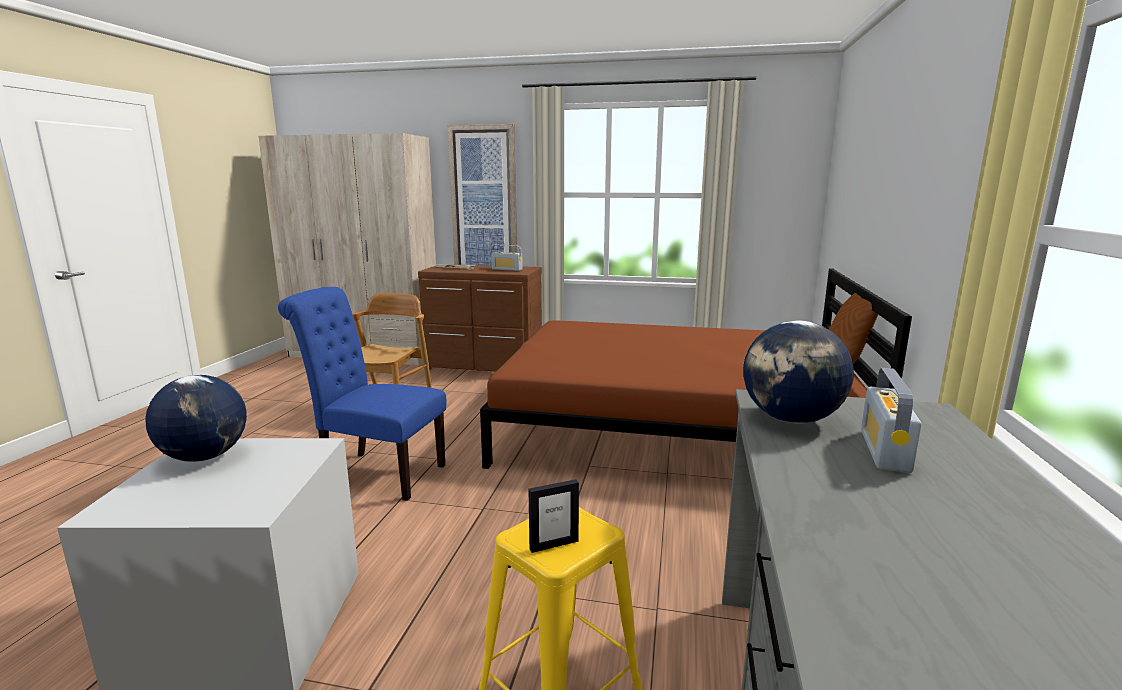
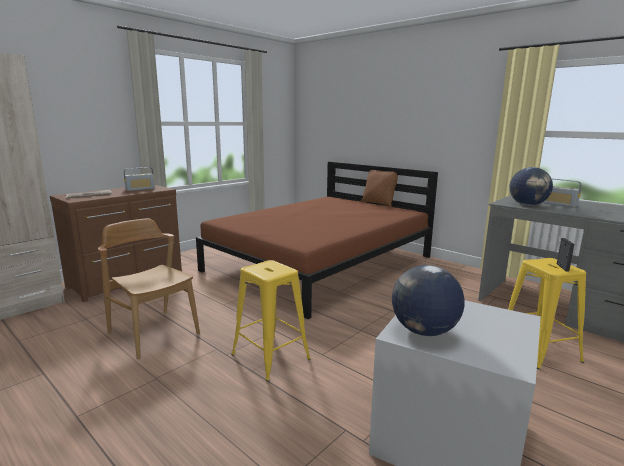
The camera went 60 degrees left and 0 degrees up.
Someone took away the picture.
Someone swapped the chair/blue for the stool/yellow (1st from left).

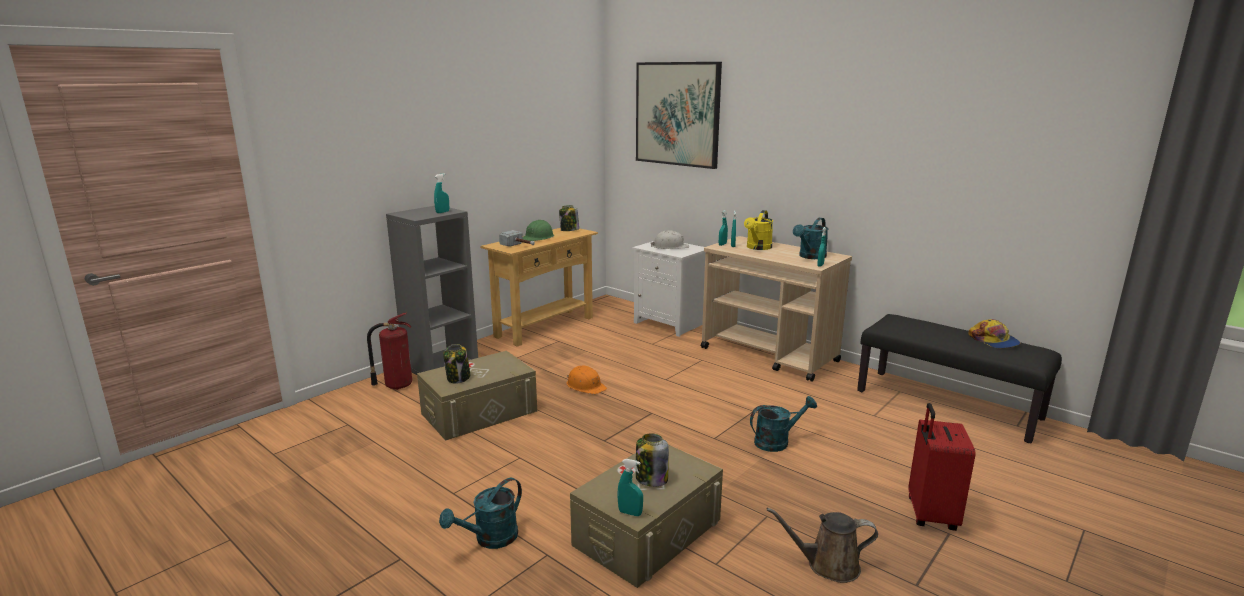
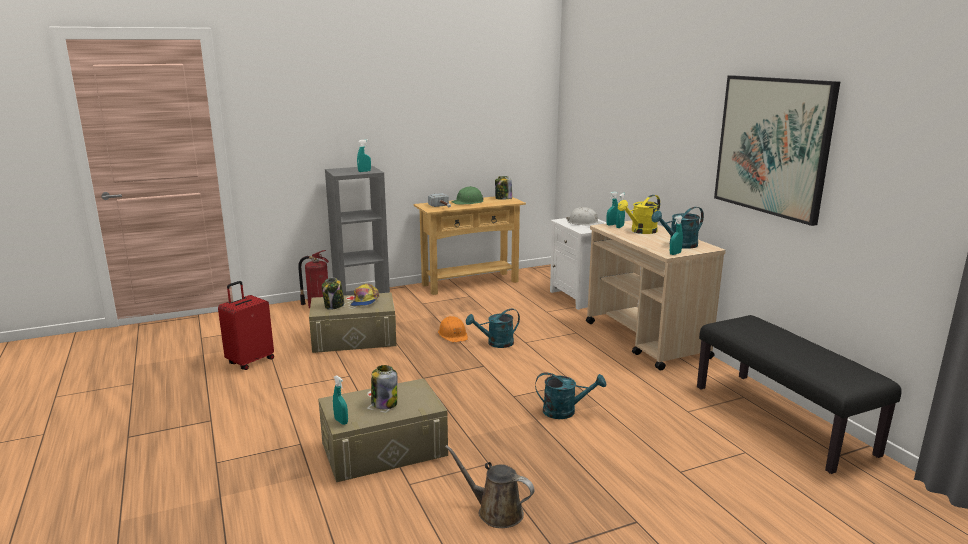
The camera went 25 degrees right and 0 degrees up.
Someone carried the picture.
Someone carried the cap.
Someone carried the suitcase/red.
Someone carried the watering can/turquoise (1st from left).

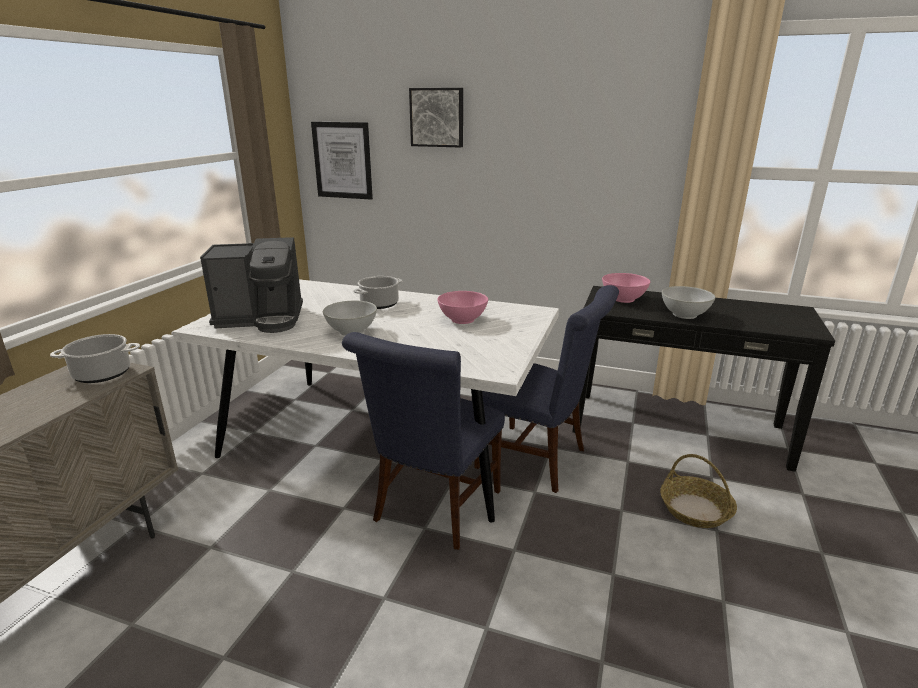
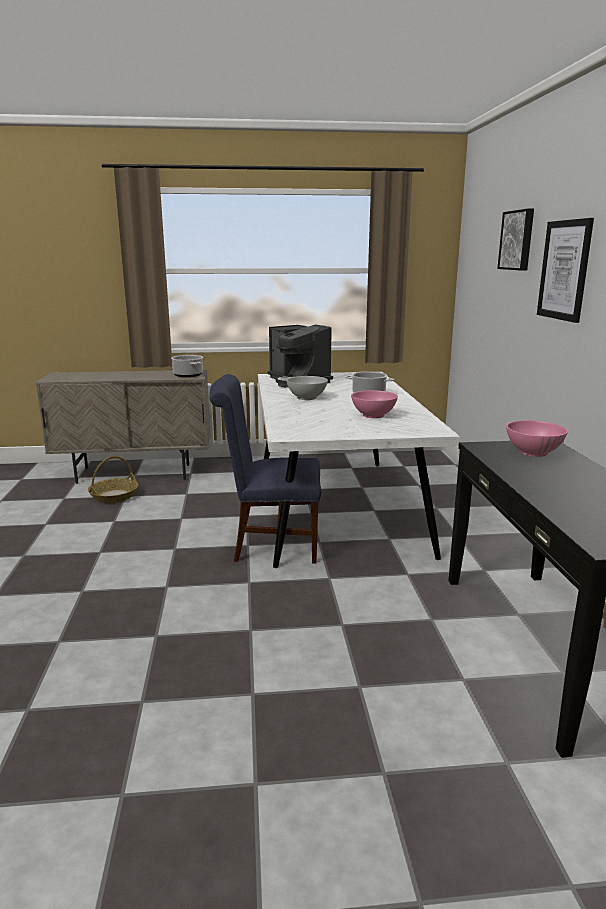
The camera went 65 degrees right and 5 degrees down.
Someone carried the picture (1st from left in the first image).
Someone took away the chair/blue (2nd from left).
Someone took away the bowl/white (2nd from left).
Someone carried the basket.

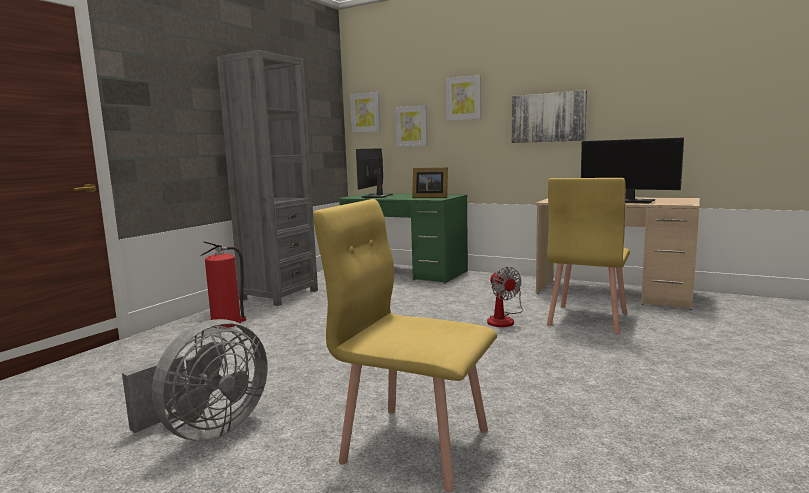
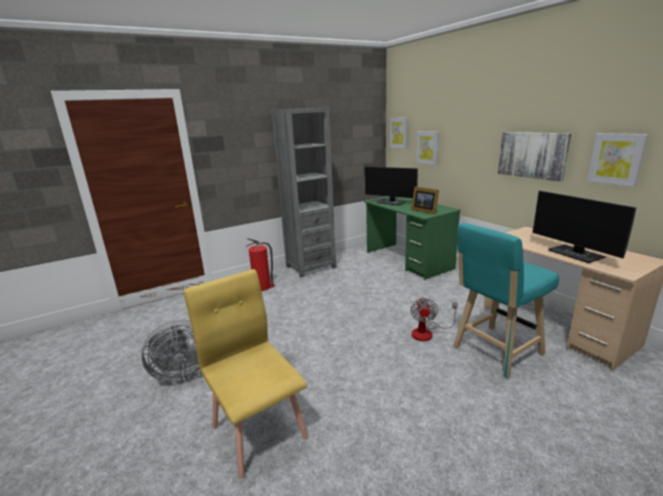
The camera went 30 degrees right and 10 degrees up.
Someone carried the picture (3rd from left in the first image).
Someone rotated the monitor (1st from left) by 105 degrees counterclockwise.
Someone swapped the chair/yellow (2nd from left) for the stool/turquoise.

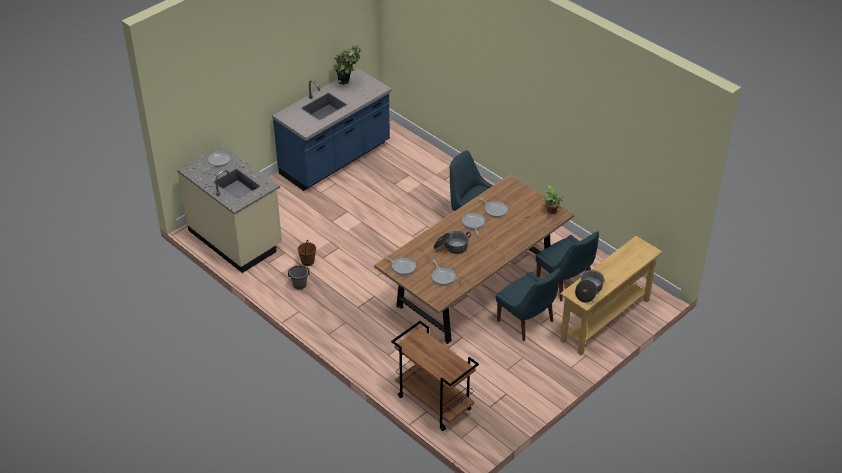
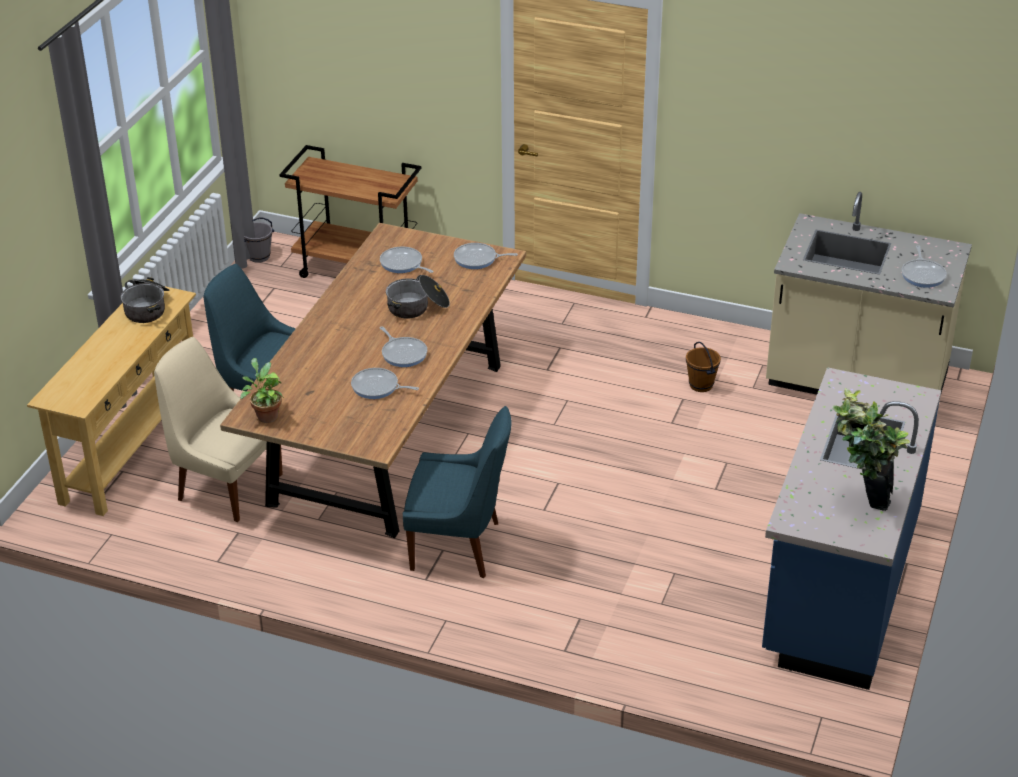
The camera went 155 degrees right and 5 degrees down.
Someone repainted the chair/blue (3rd from left), which became the chair/beige.
Someone carried the bucket/grey.

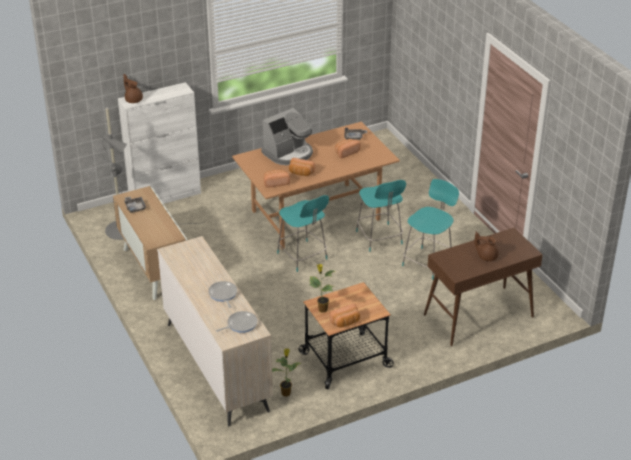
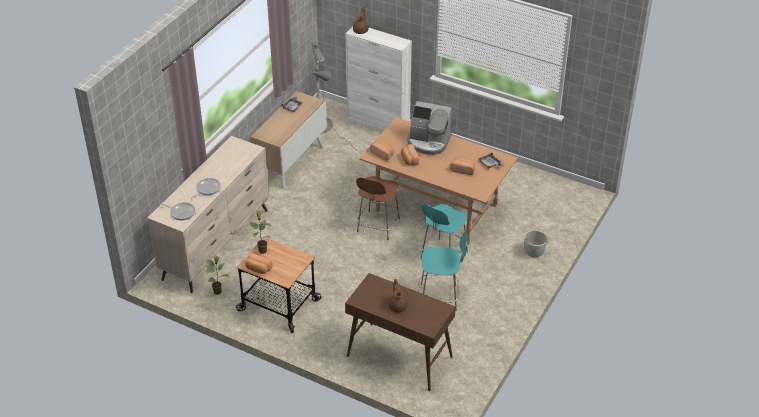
The camera went 55 degrees right and 5 degrees up.
Someone repainted the chair/turquoise (1st from left), which became the chair/brown.
Someone put down the planter/grey.

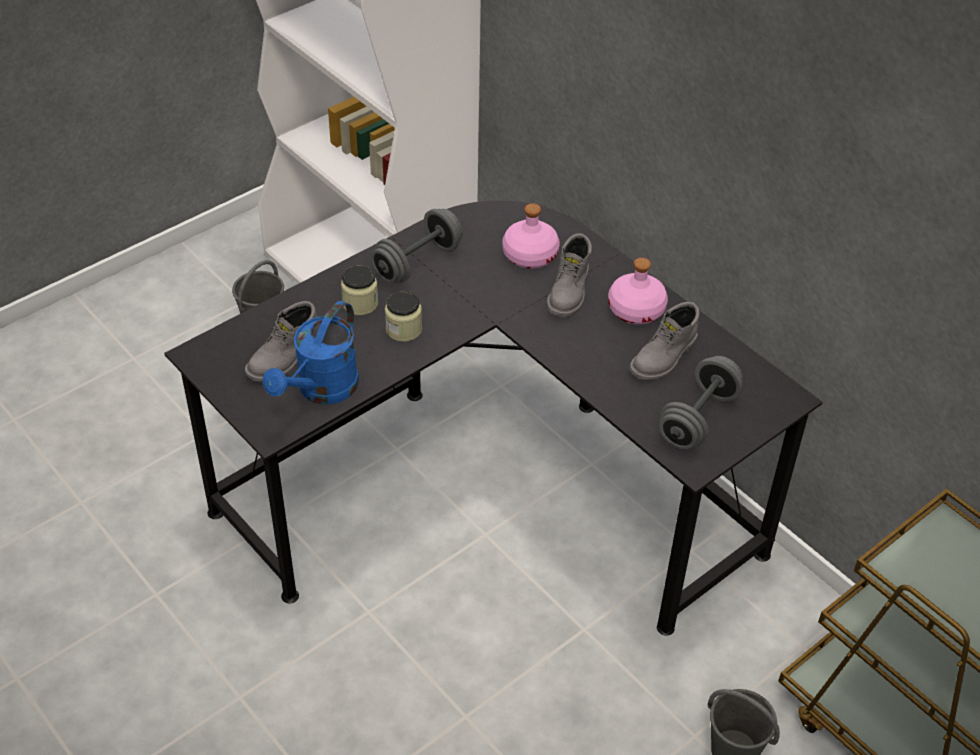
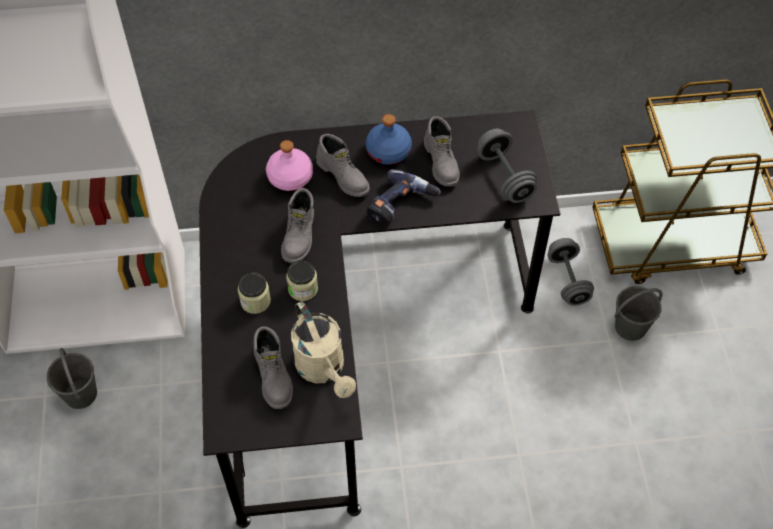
The camera went 55 degrees left and 10 degrees up.
Someone carried the dumbbell/grey (1st from left in the first image).
Someone repainted the bottle/pink (2nd from left), which became the bottle/blue.
Someone repainted the watering can/blue, which became the watering can/beige.
Someone put down the power drill.
Someone put down the boot/grey (2nd from left).

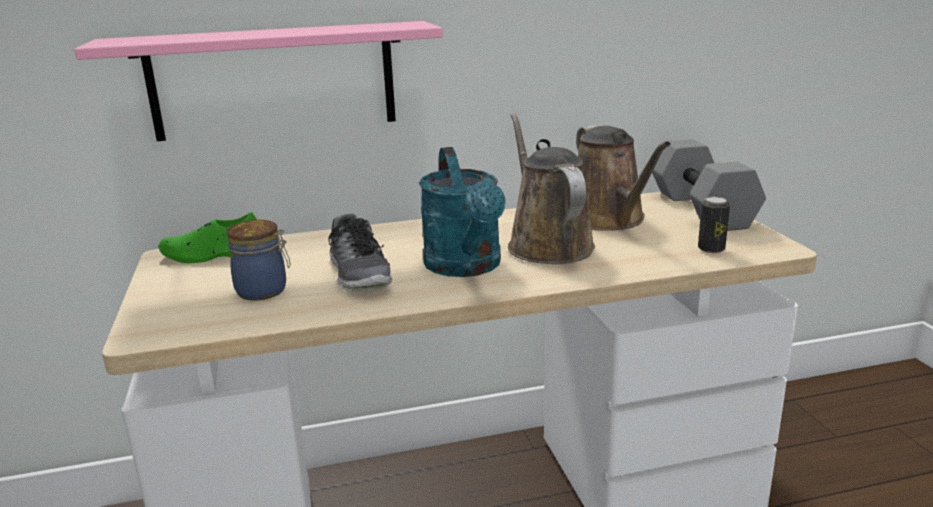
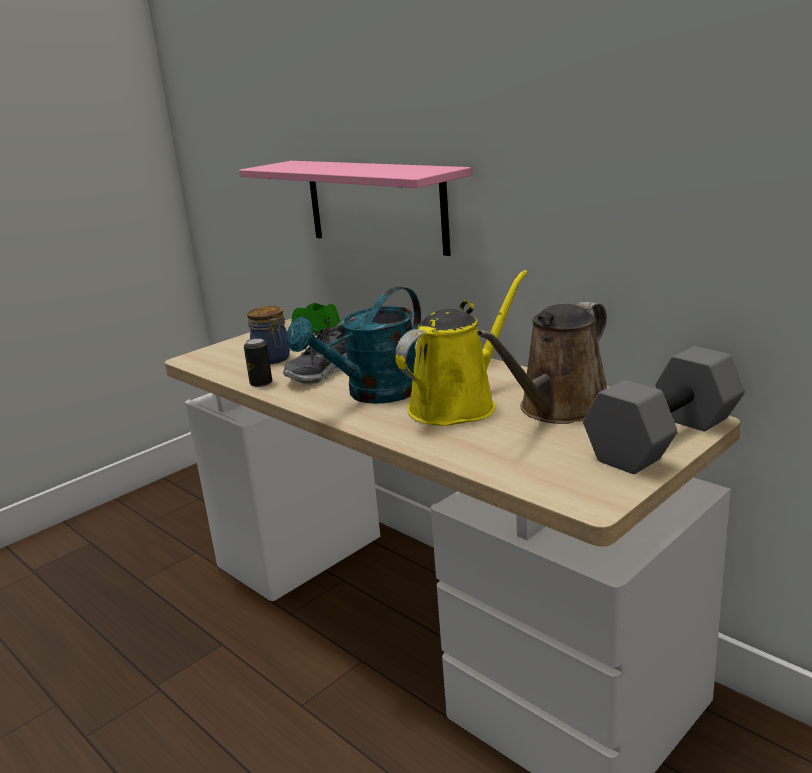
The camera went 60 degrees right and 0 degrees up.
Someone repainted the watering can/brown (1st from left), which became the watering can/yellow.
Someone carried the can.

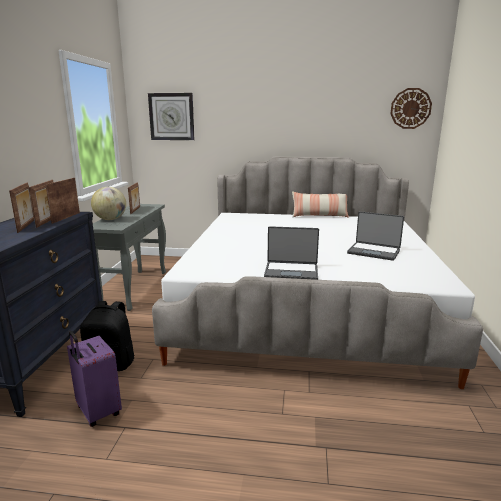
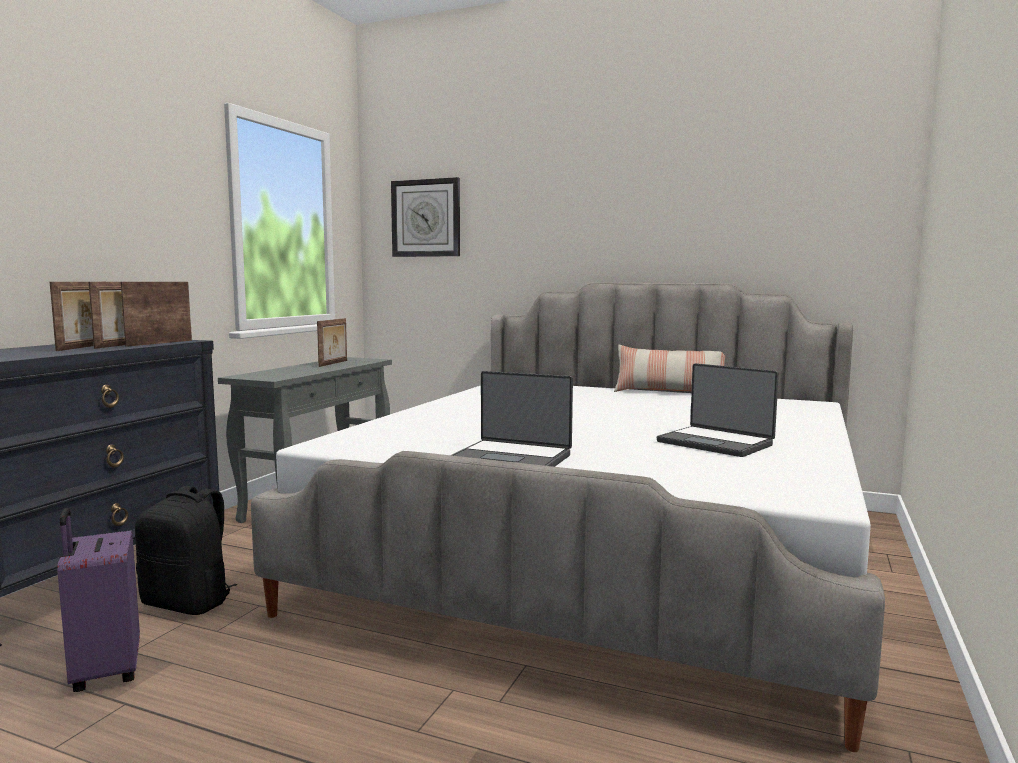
The camera went 15 degrees right and 10 degrees down.
Someone took away the wall clock (2nd from left).
Someone took away the globe.

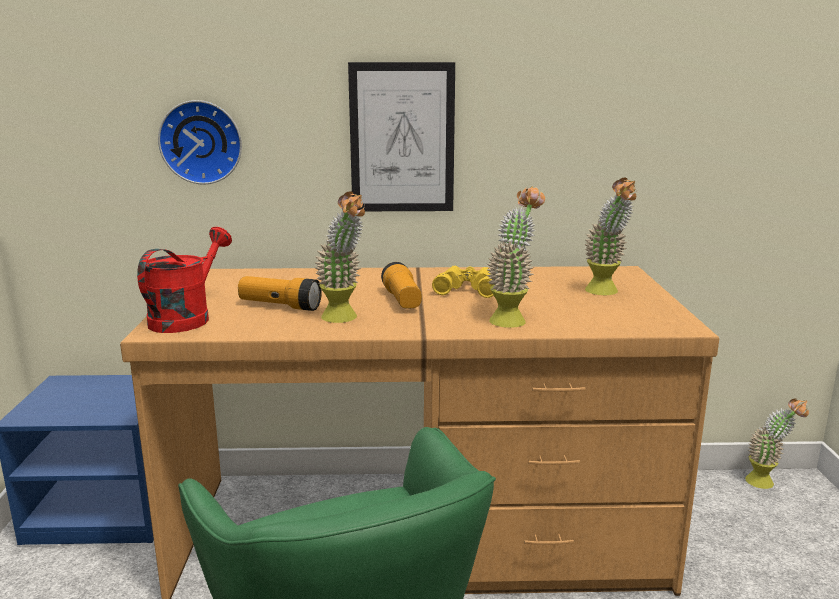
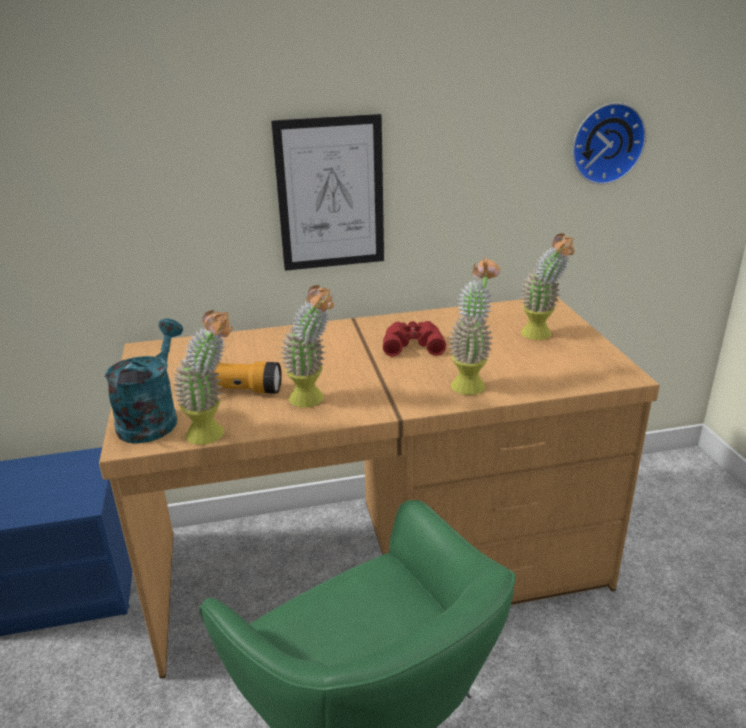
The camera went 10 degrees left and 10 degrees up.
Someone carried the wall clock.
Someone repainted the watering can/red, which became the watering can/turquoise.
Someone took away the flashlight (2nd from left).
Someone repainted the binoculars/yellow, which became the binoculars/red.
Someone carried the potted plant (4th from left in the first image).

